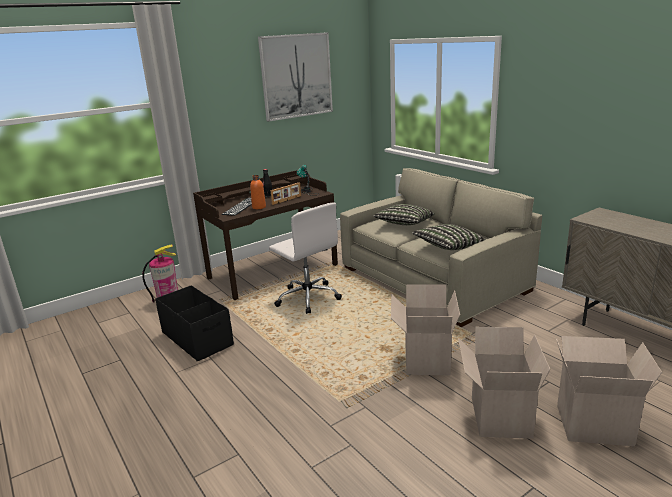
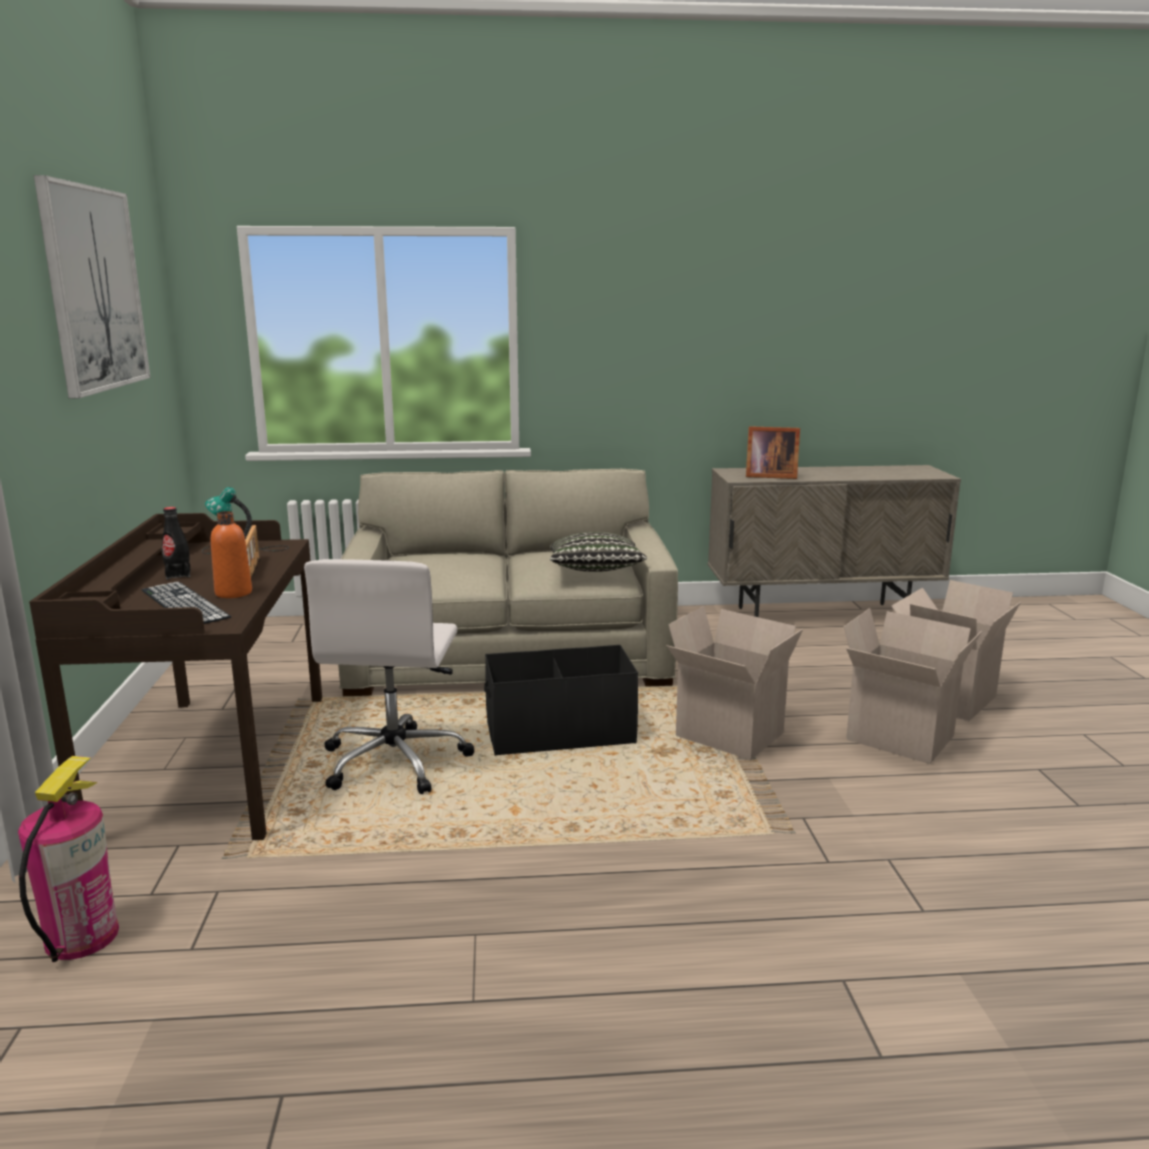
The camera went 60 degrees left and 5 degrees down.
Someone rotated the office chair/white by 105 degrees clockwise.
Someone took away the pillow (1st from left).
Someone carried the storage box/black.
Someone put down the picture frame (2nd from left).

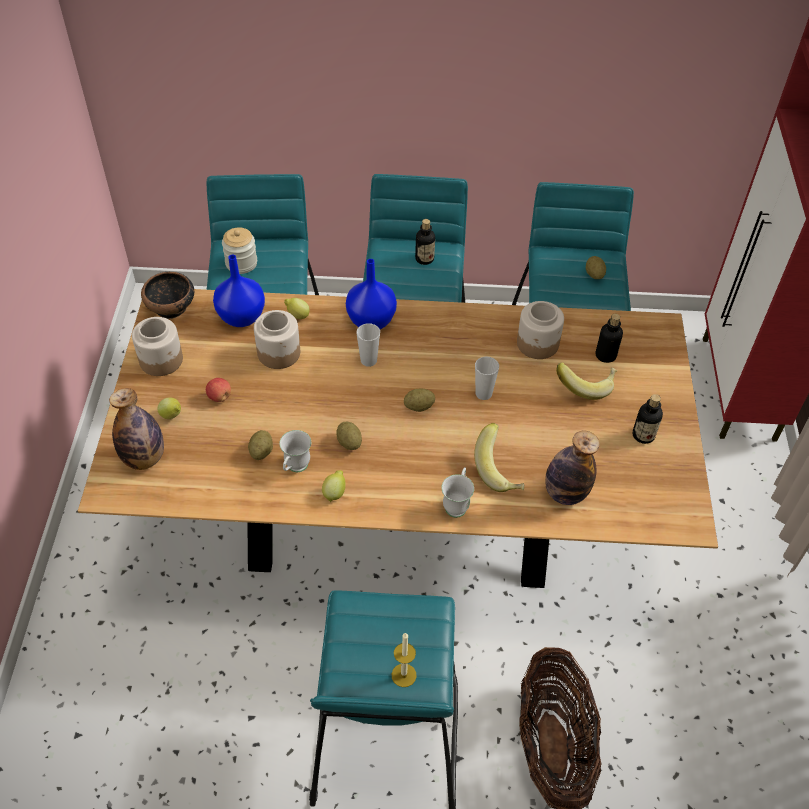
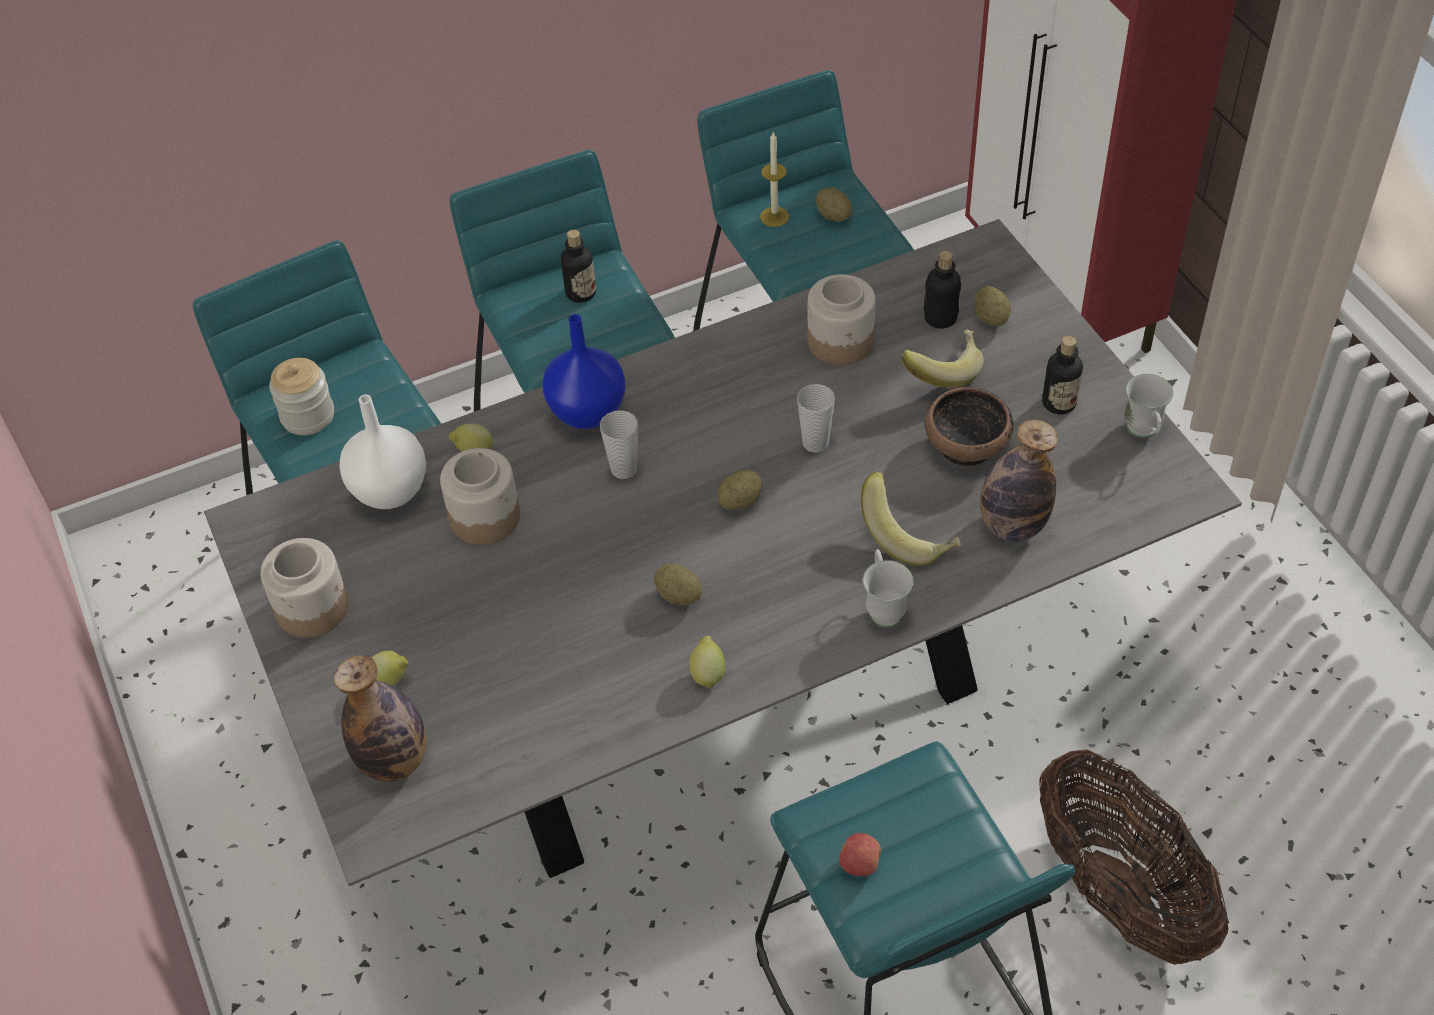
The camera went 25 degrees left and 0 degrees up.
Someone repainted the vase/blue (1st from left), which became the vase/white.
Someone carried the bowl.
Someone repainted the dining table/brown, which became the dining table/grey.
Someone carried the apple.
Someone carried the potato (1st from left in the first image).
Someone carried the mug/white (1st from left in the first image).
Someone carried the candle.

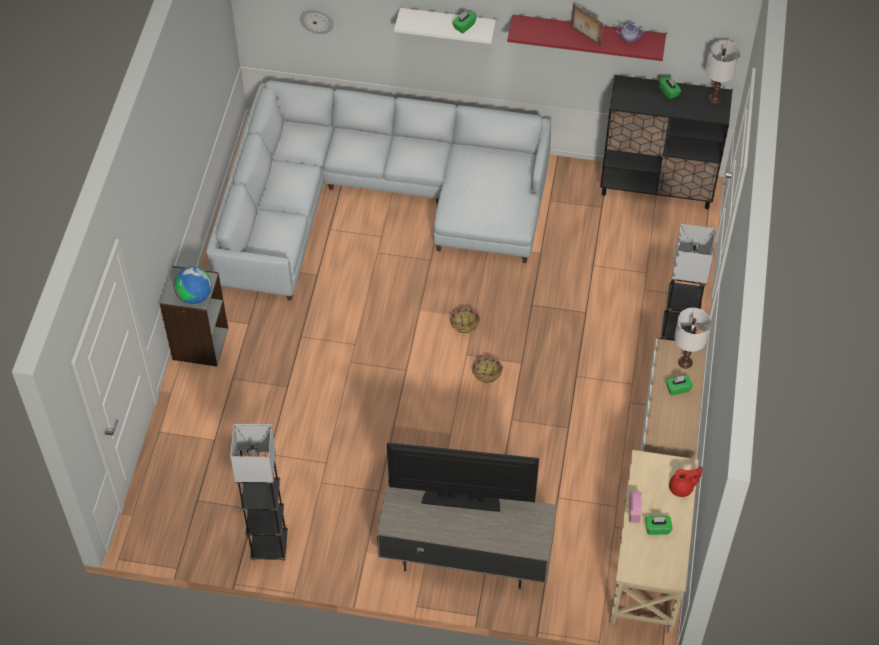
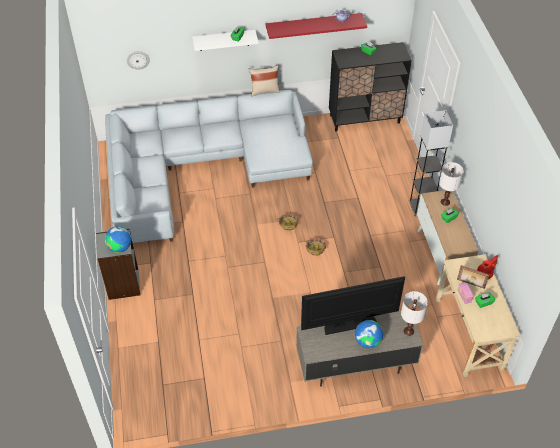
The camera went 20 degrees left and 5 degrees down.
Someone carried the picture frame.
Someone carried the table lamp/white (2nd from left in the first image).
Someone took away the floor lamp/grey (1st from left).
Someone put down the pillow/beige.
Someone put down the globe (2nd from left).

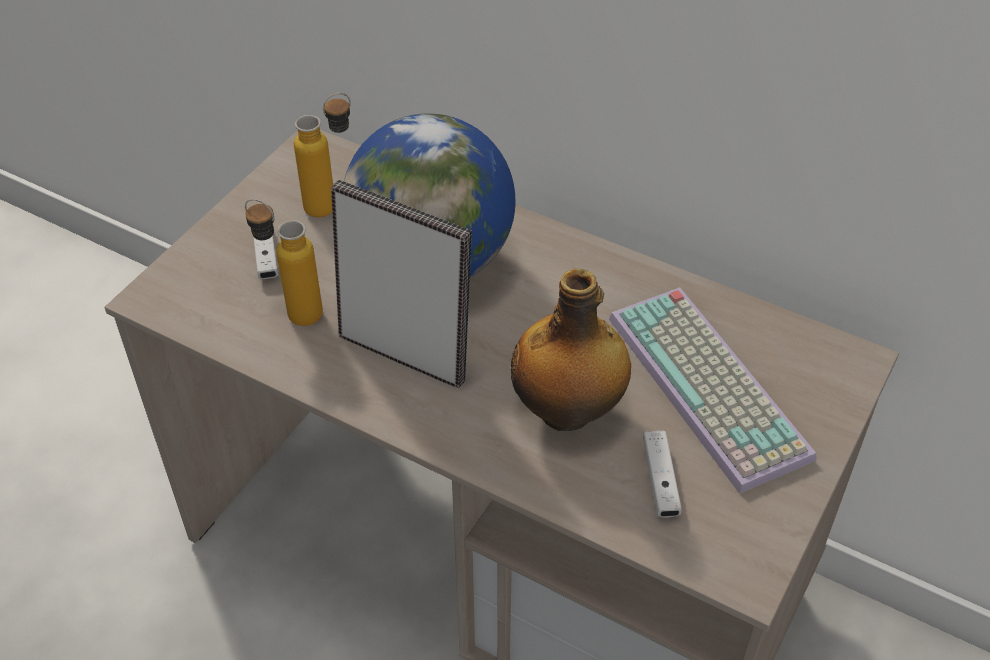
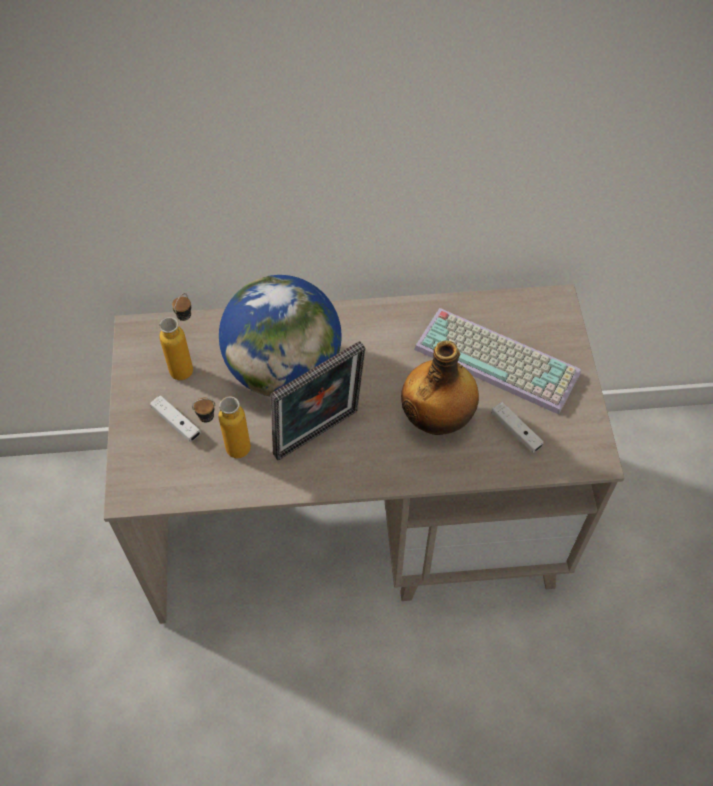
The camera went 35 degrees left and 10 degrees up.
Someone rotated the picture frame by 150 degrees clockwise.

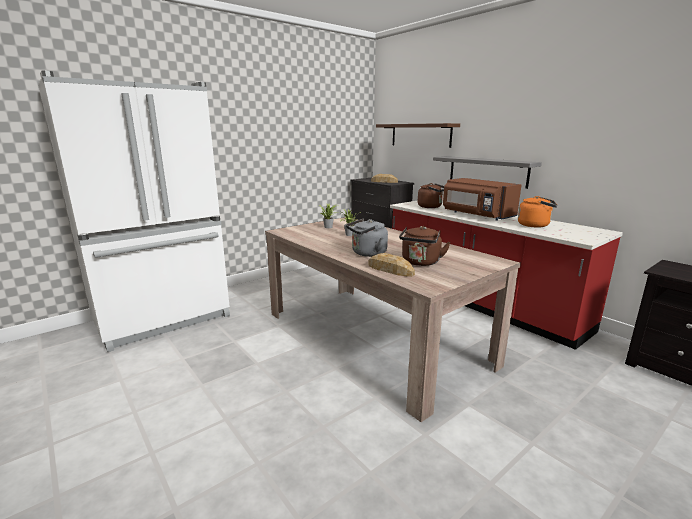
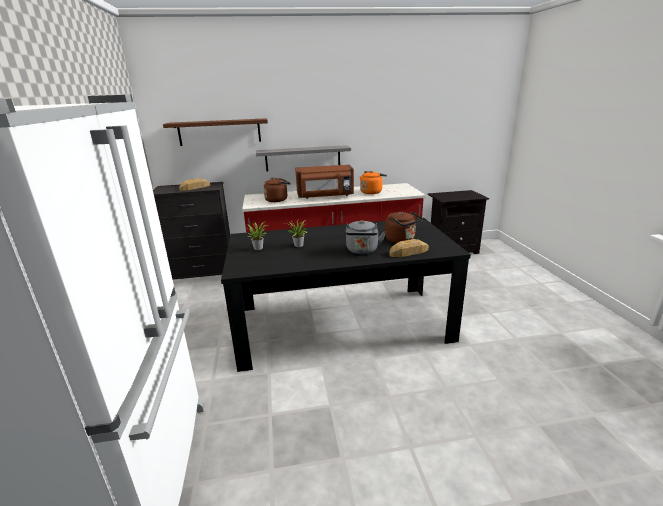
The camera went 60 degrees left and 5 degrees up.
Someone repainted the dining table/beige, which became the dining table/black.

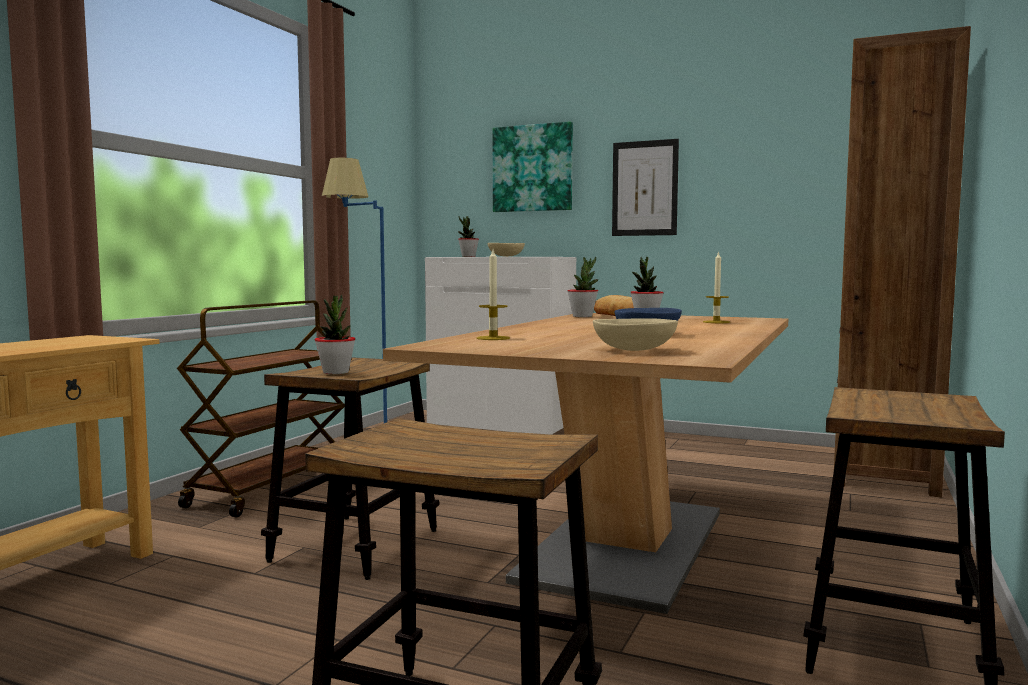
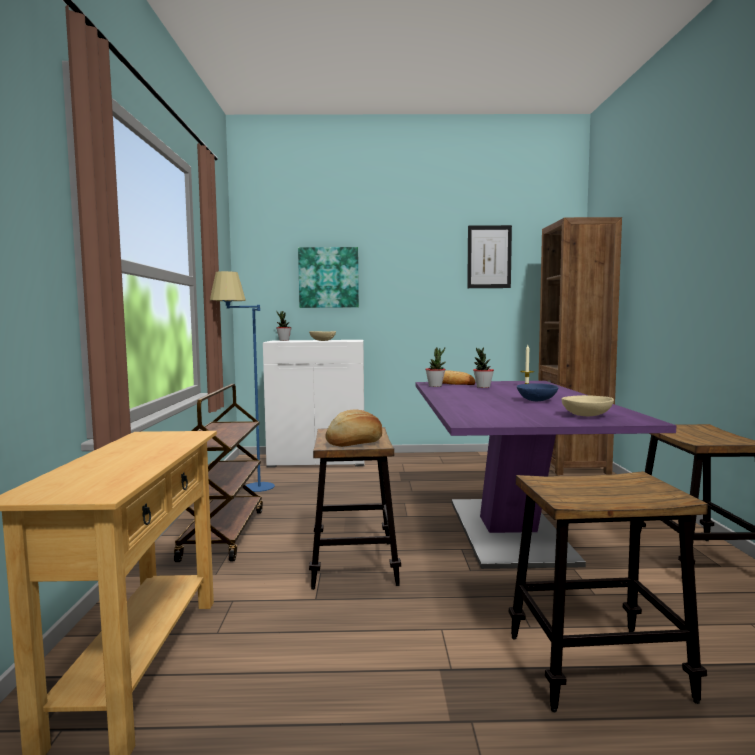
The camera went 25 degrees left and 0 degrees up.
Someone carried the picture (2nd from left).
Someone took away the candle (1st from left).
Someone swapped the potted plant (1st from left) for the bread (1st from left).
Someone repainted the dining table/brown, which became the dining table/purple.

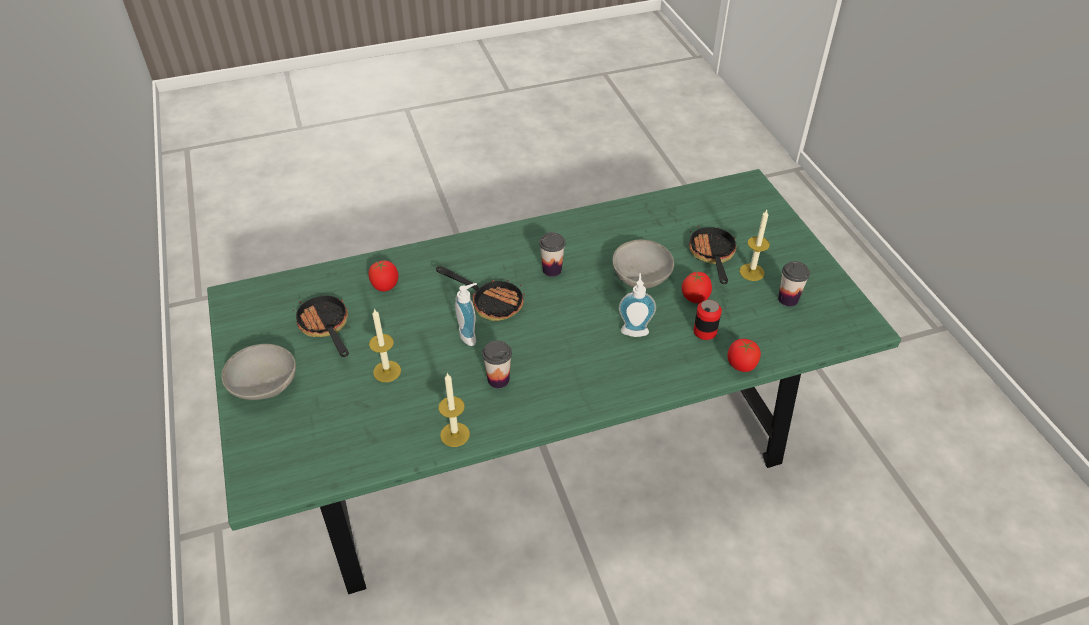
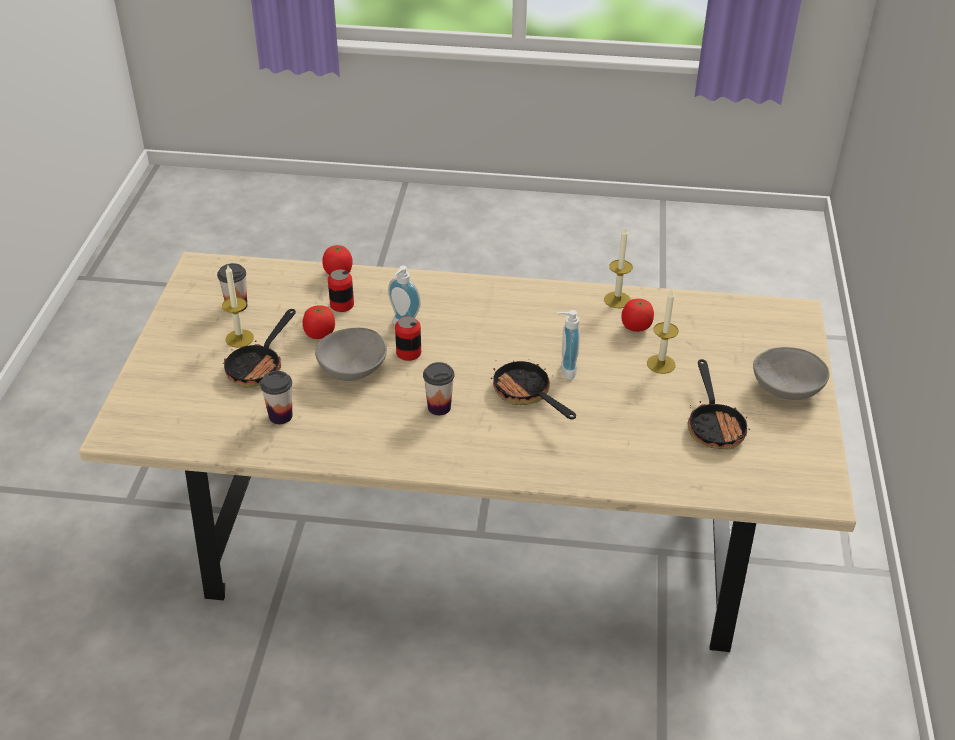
The camera went 155 degrees left and 5 degrees down.
Someone repainted the dining table/green, which became the dining table/beige.
Someone carried the tomato (1st from left in the first image).
Someone carried the cup (1st from left in the first image).
Someone put down the can (2nd from left).

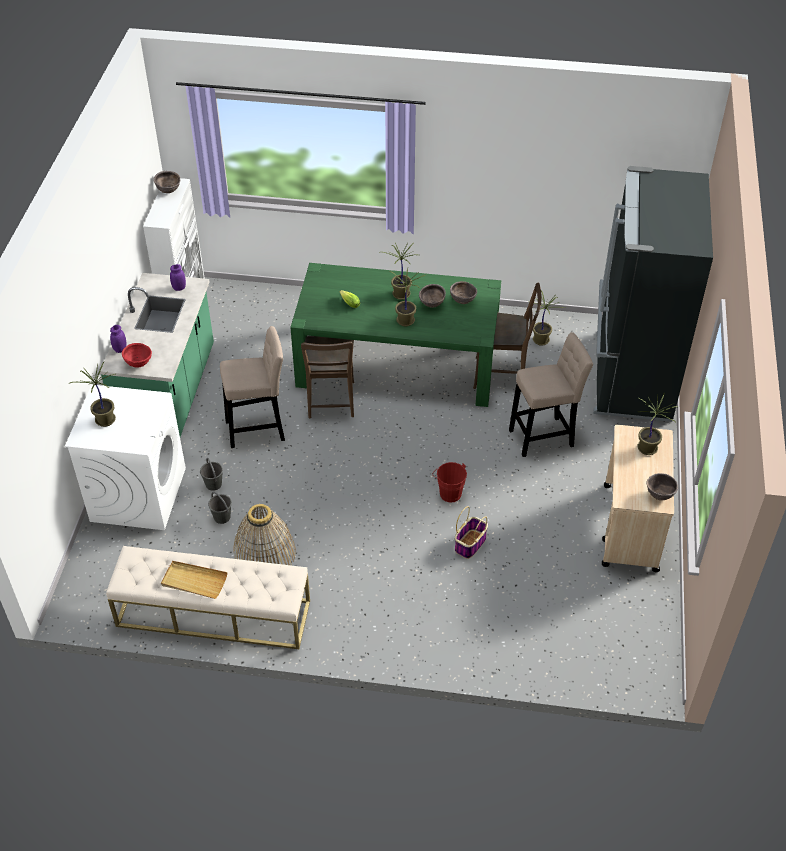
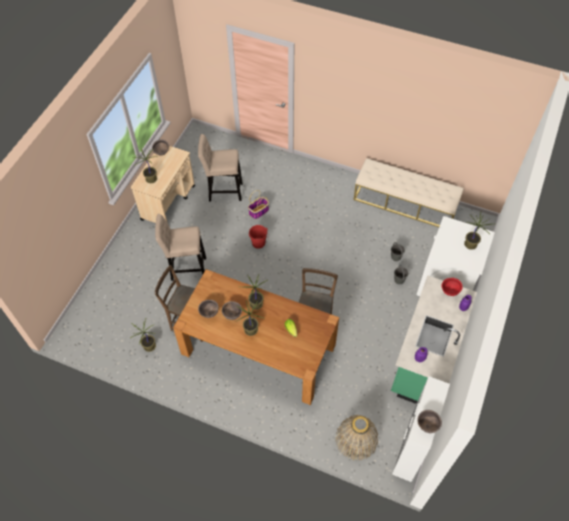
The camera went 165 degrees left and 10 degrees up.
Someone took away the fridge/black.
Someone repainted the dining table/green, which became the dining table/brown.
Someone carried the stool/beige (1st from left in the first image).
Someone carried the basket (1st from left in the first image).
Someone took away the tray/beige.

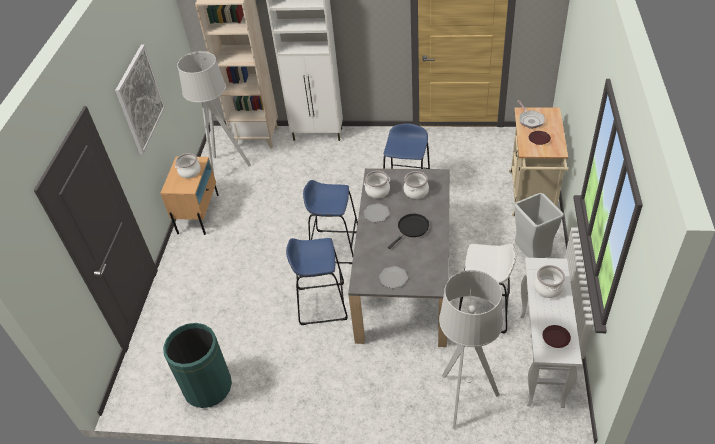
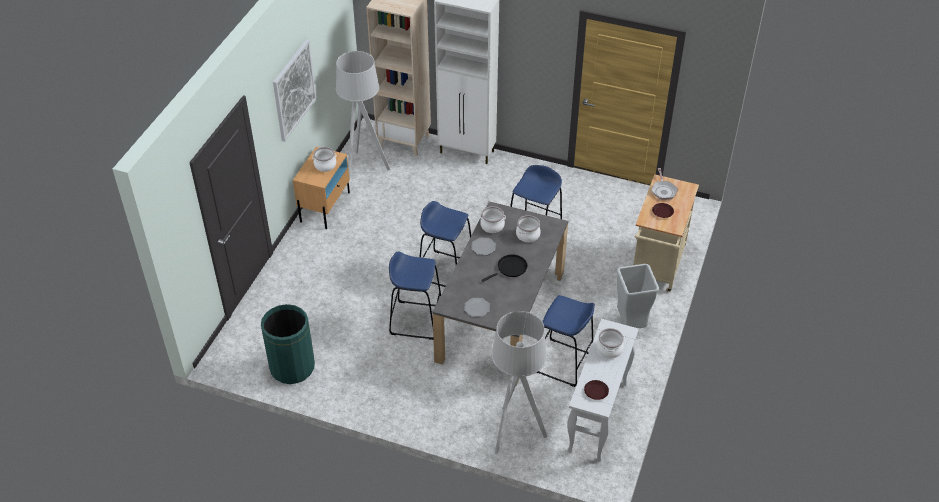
The camera went 10 degrees right and 0 degrees up.
Someone repainted the stool/white, which became the stool/blue (4th from left).

